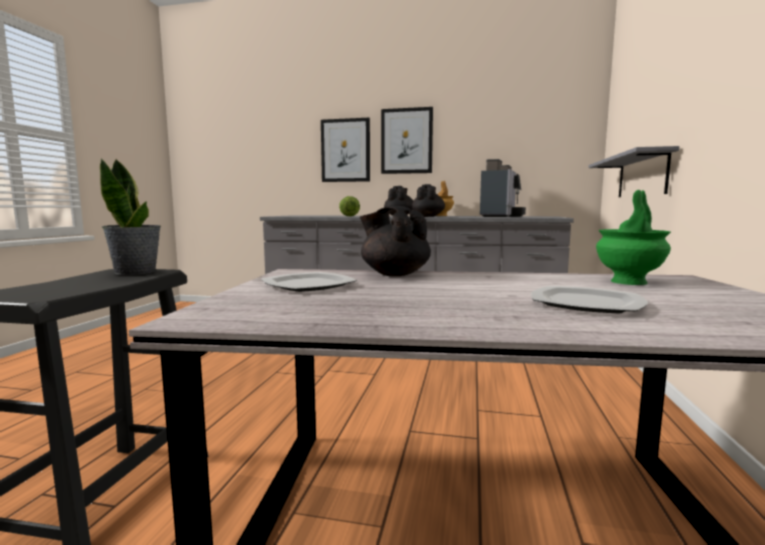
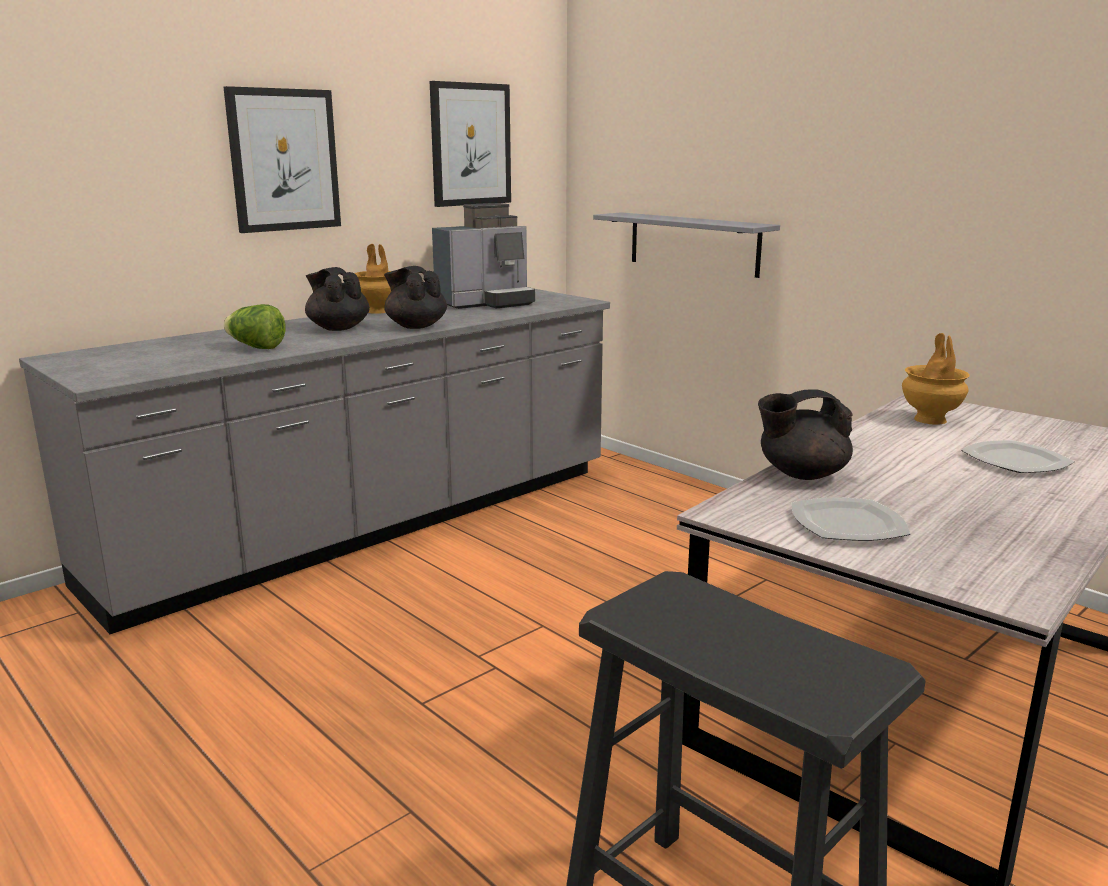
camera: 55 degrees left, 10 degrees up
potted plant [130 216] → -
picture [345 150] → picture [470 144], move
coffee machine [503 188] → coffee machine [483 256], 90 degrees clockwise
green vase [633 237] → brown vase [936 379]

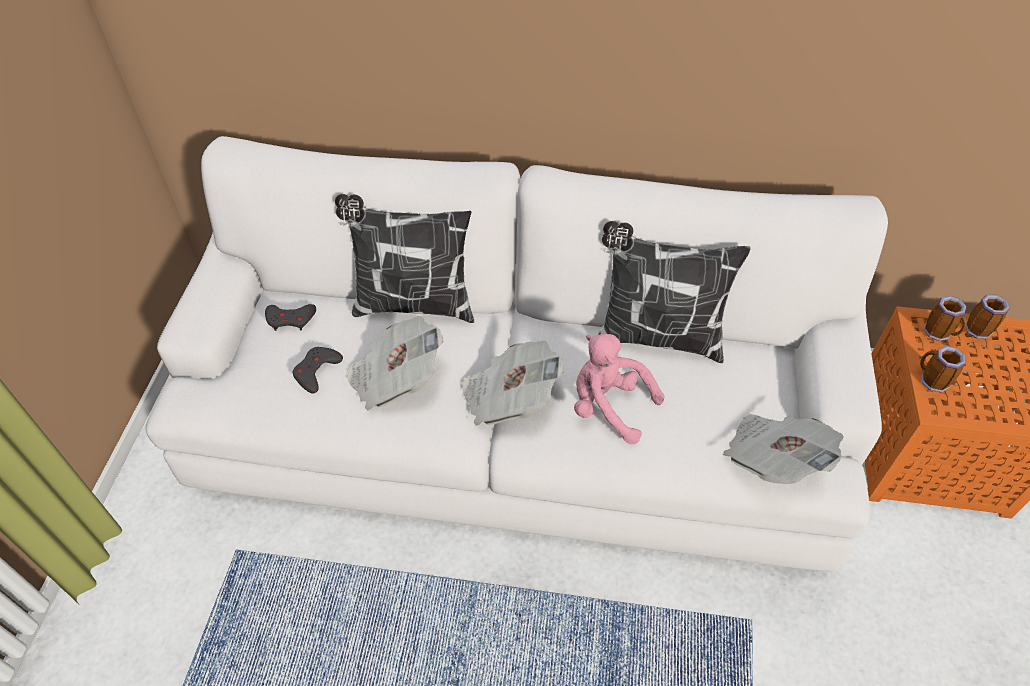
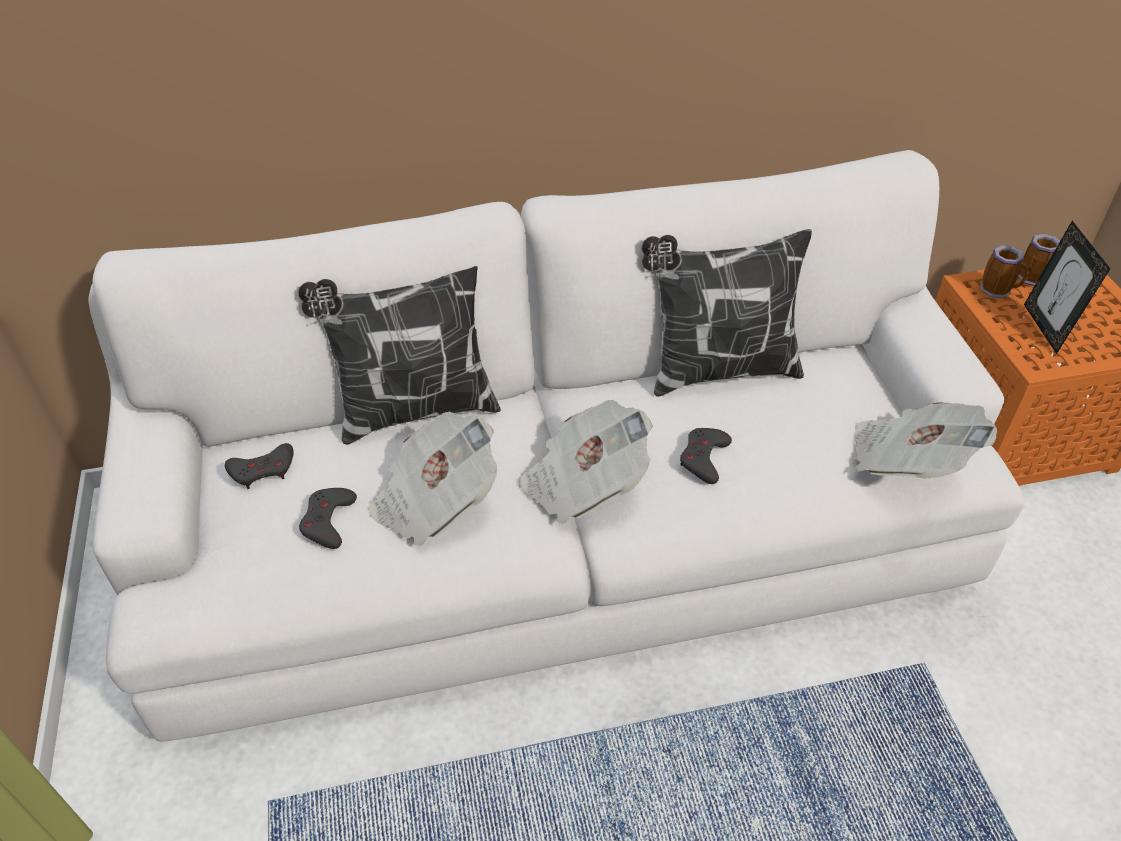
camera: 20 degrees left, 5 degrees down
pink plush toy [619 389] → grey game controller [706 456]
mug [943 369] → -
- → picture frame [1067 287]

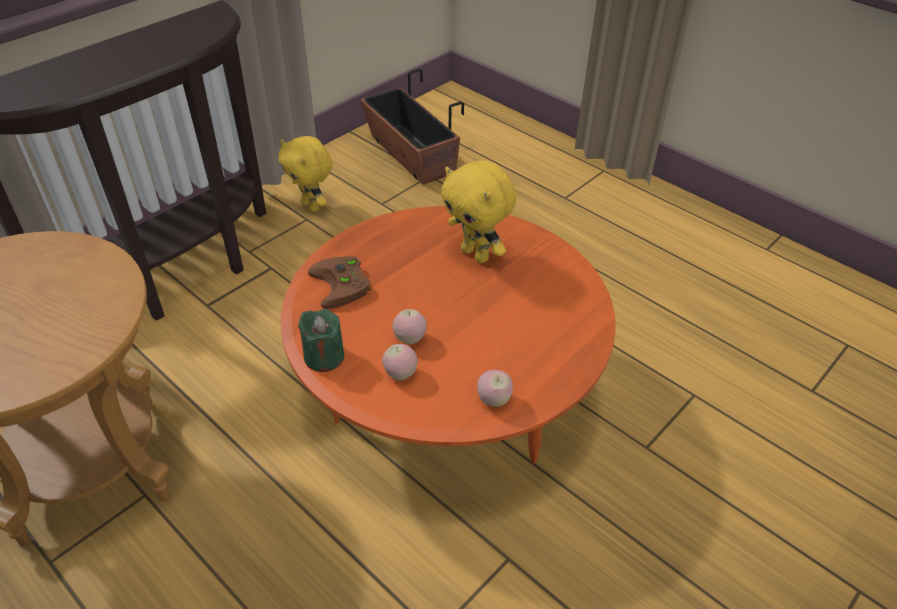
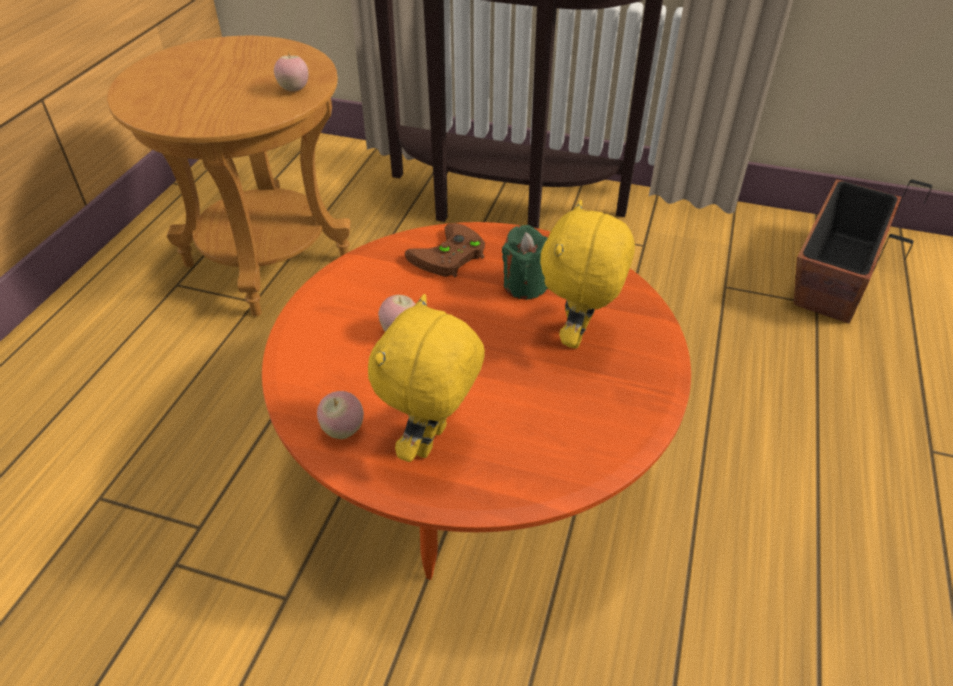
camera: 65 degrees right, 0 degrees up
yellow plush toy [305 174] → yellow plush toy [426 378], move
green candle [321 340] → green candle [525 262], move
apple [400 362] → apple [291 73], move

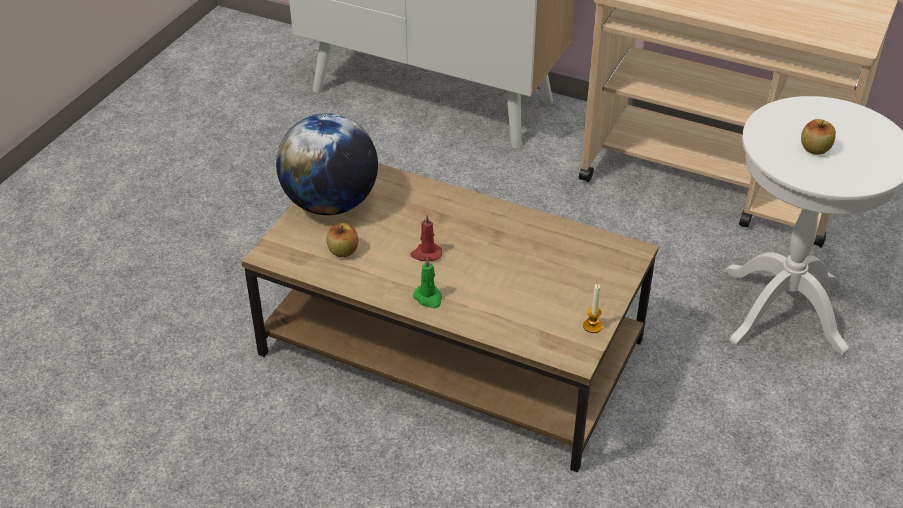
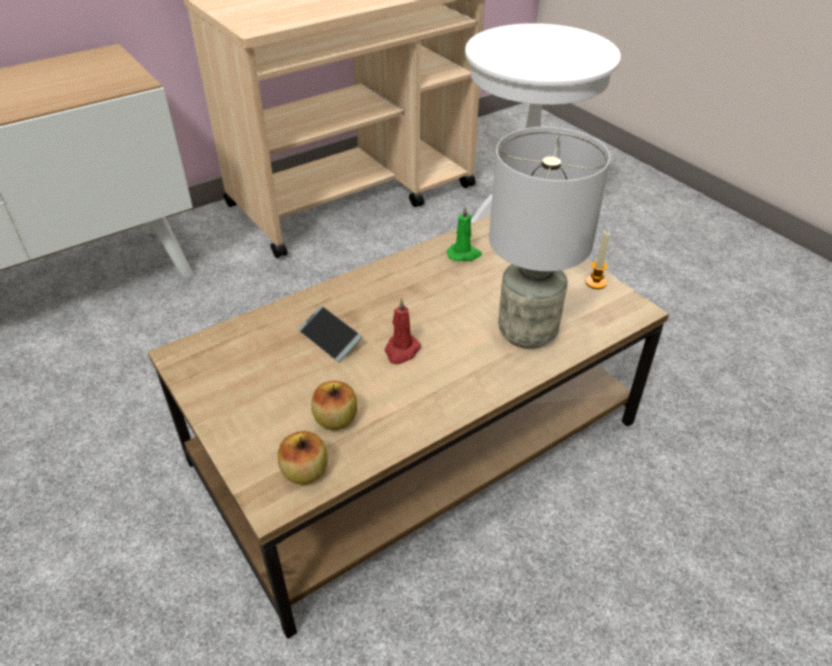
camera: 60 degrees left, 0 degrees up
globe [327 164] → -
green candle [427 283] → green candle [464 233], move
apple [818 137] → apple [303 458], move
- → phone [330 334]
- → grey table lamp [549 238]

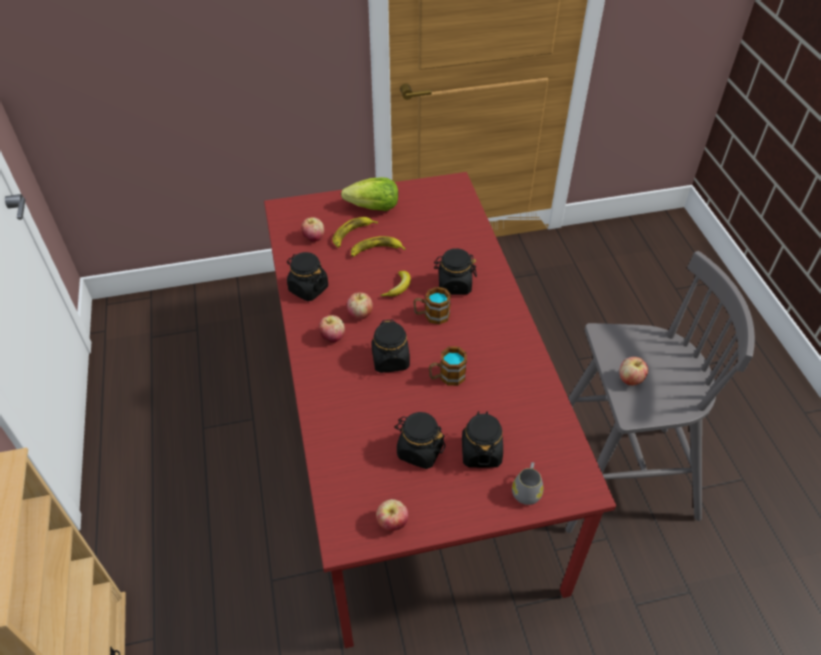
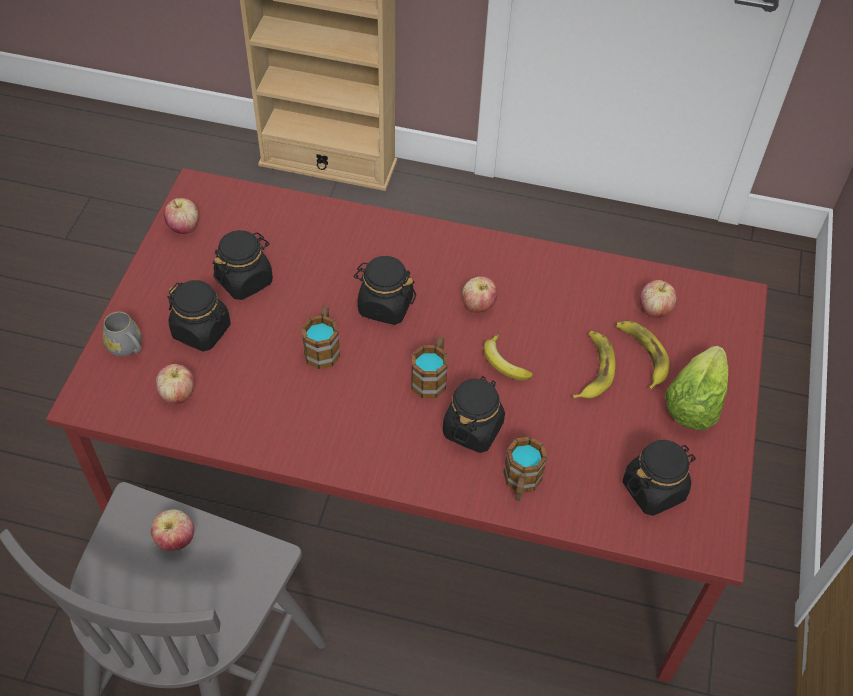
camera: 115 degrees right, 5 degrees up
black jar [307 276] → black jar [659 478], move
apple [332 329] → apple [175 384], move
- → mug [525 469]

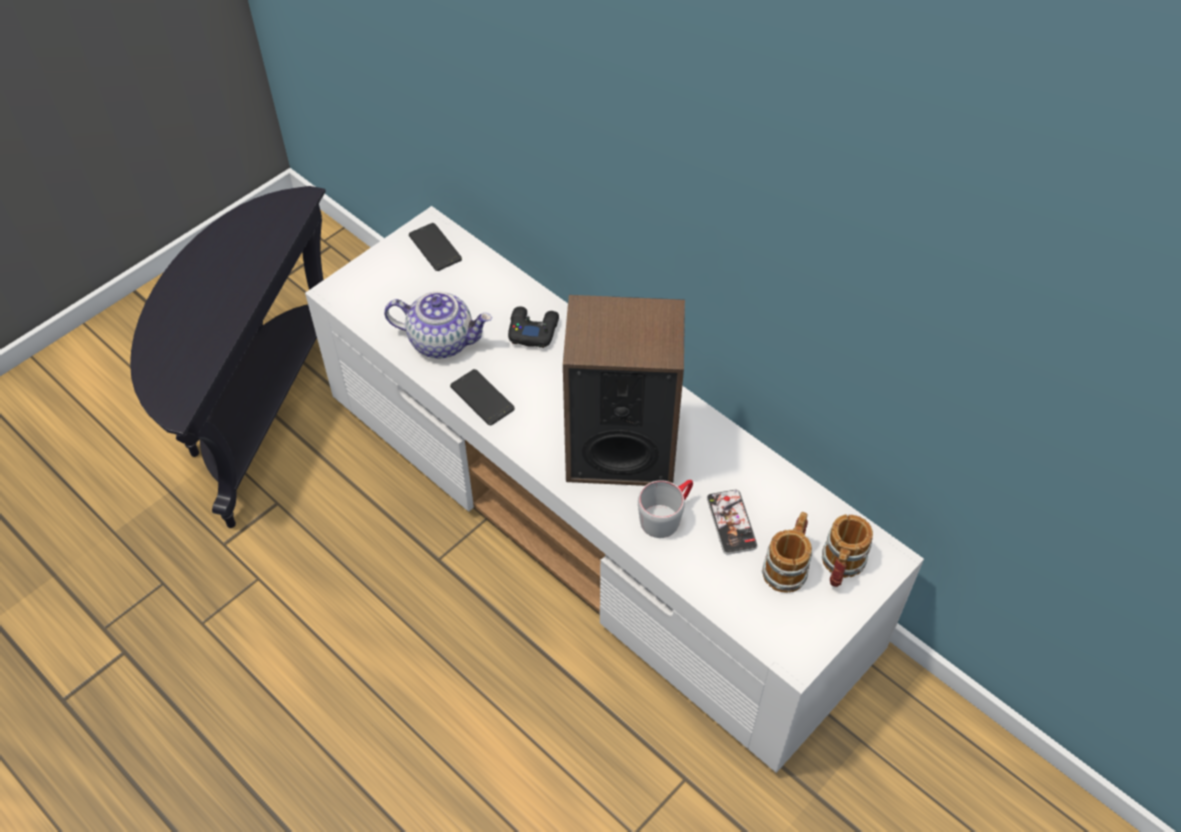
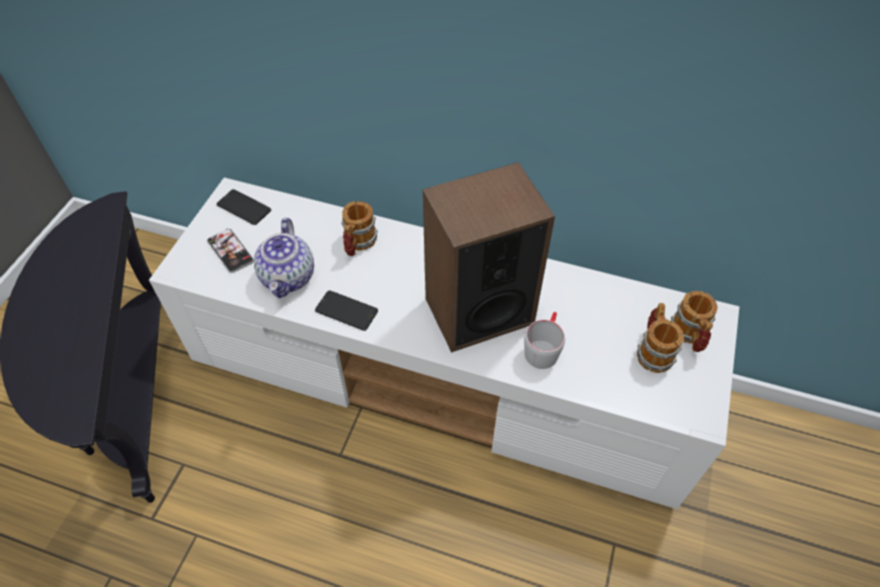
camera: 25 degrees left, 0 degrees up
teapot [438 324] → teapot [284 258], 105 degrees clockwise
black game controller [533 327] → mug [359 228]
phone [732 522] → phone [230 251], move

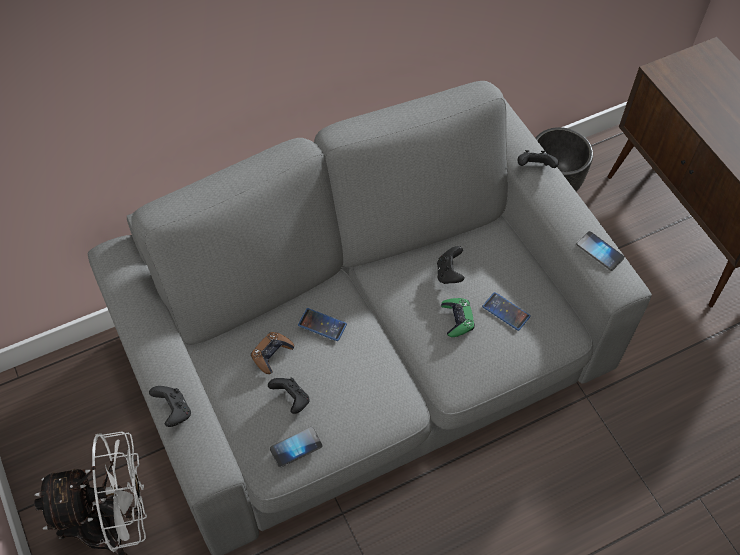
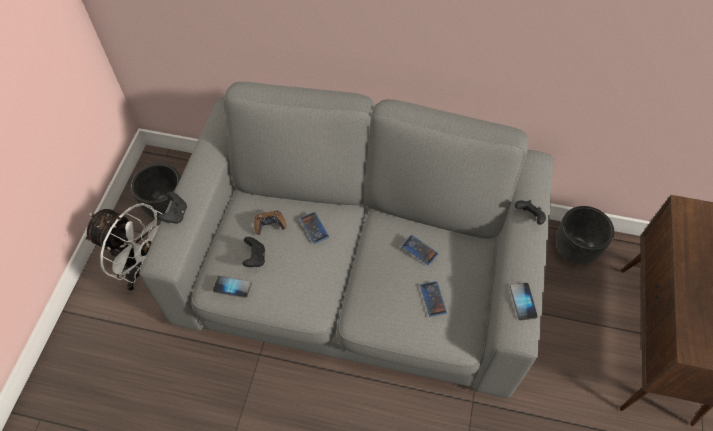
camera: 40 degrees right, 0 degrees up
black game controller [451 265] → phone [419 250]
green game controller [458 317] → -
- → black planter [156 191]

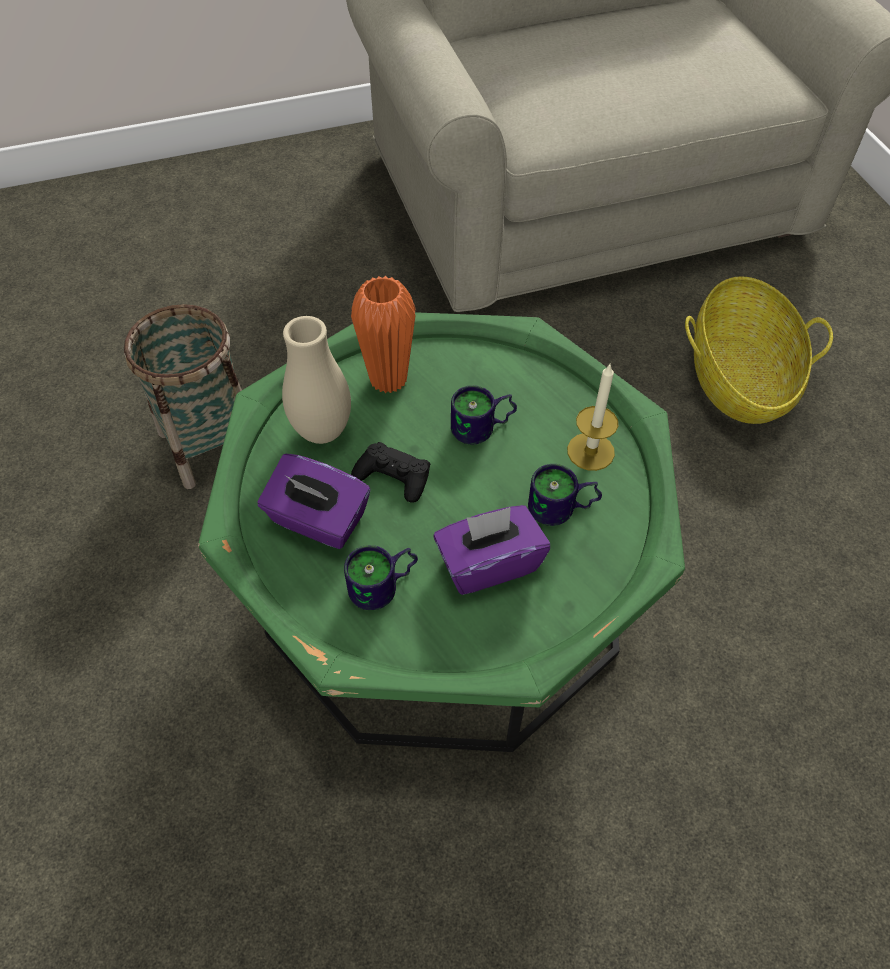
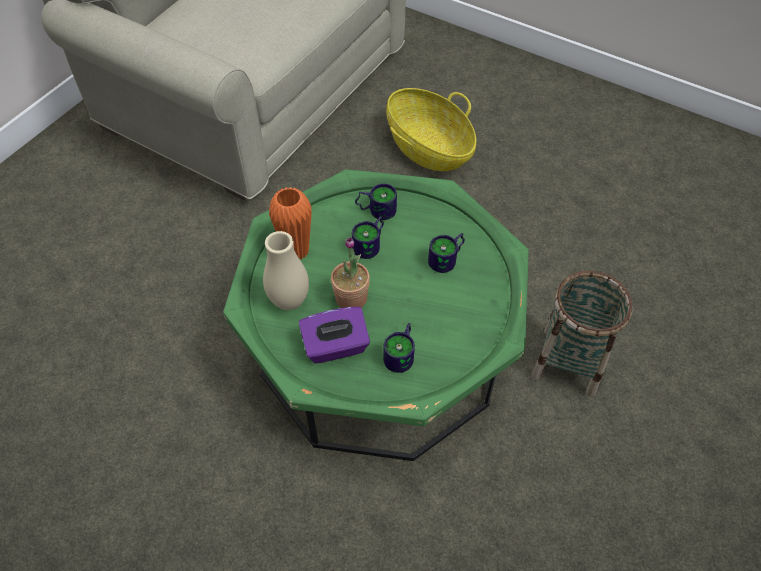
camera: 40 degrees left, 0 degrees up
basket [183 396] → basket [582 334], move
black game controller [390 472] → potted plant [350 272]
purple tissue box [492 550] → -
candle [592 417] → -
- → mug [376 202]

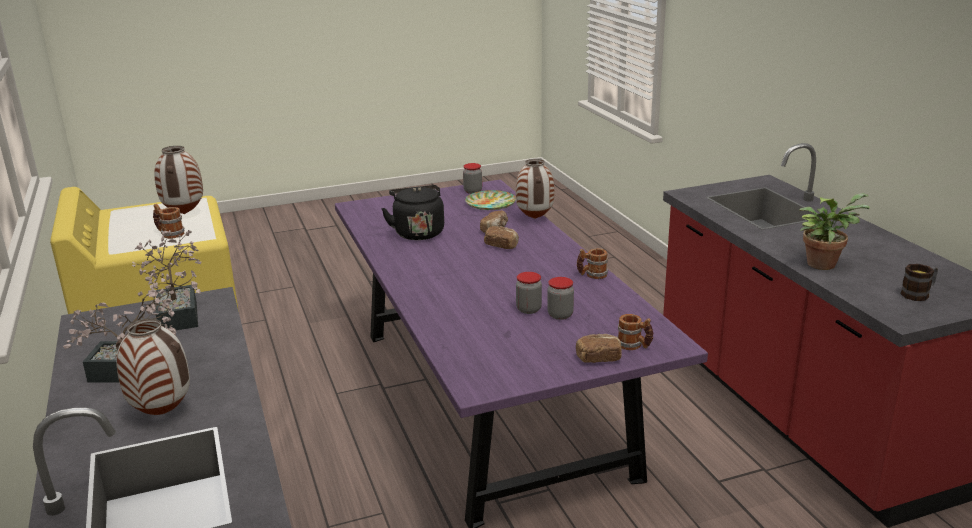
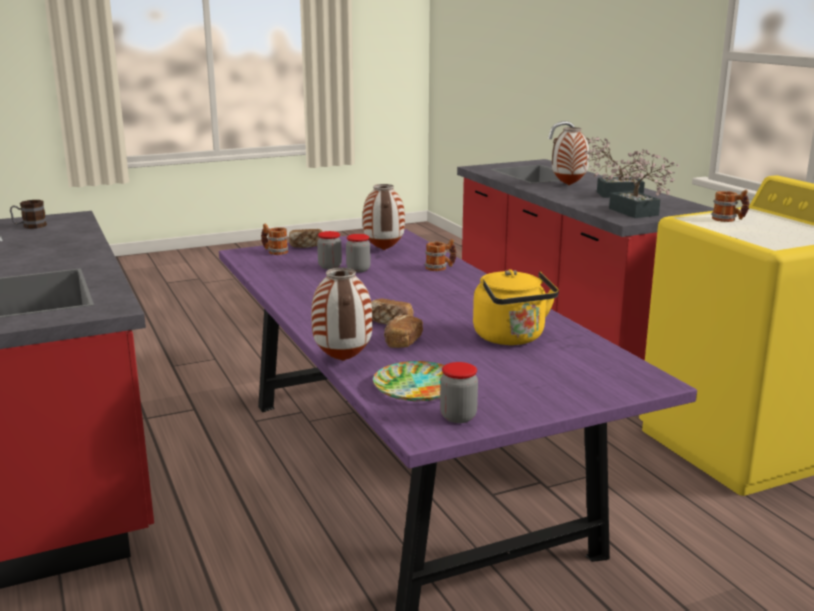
camera: 175 degrees right, 5 degrees down
vase [178 180] → vase [384 217], move
black kettle [412 212] → yellow kettle [516 307]
mug [592 263] → mug [441 255], move
potted plant [834 231] → -

